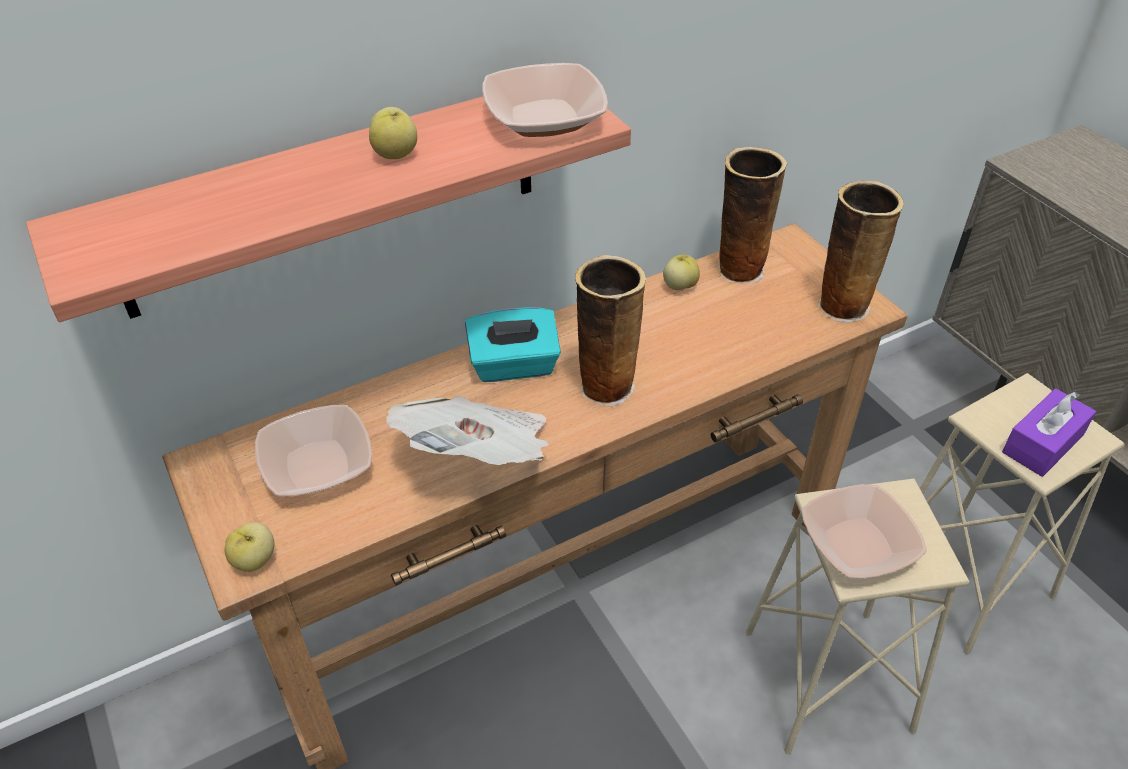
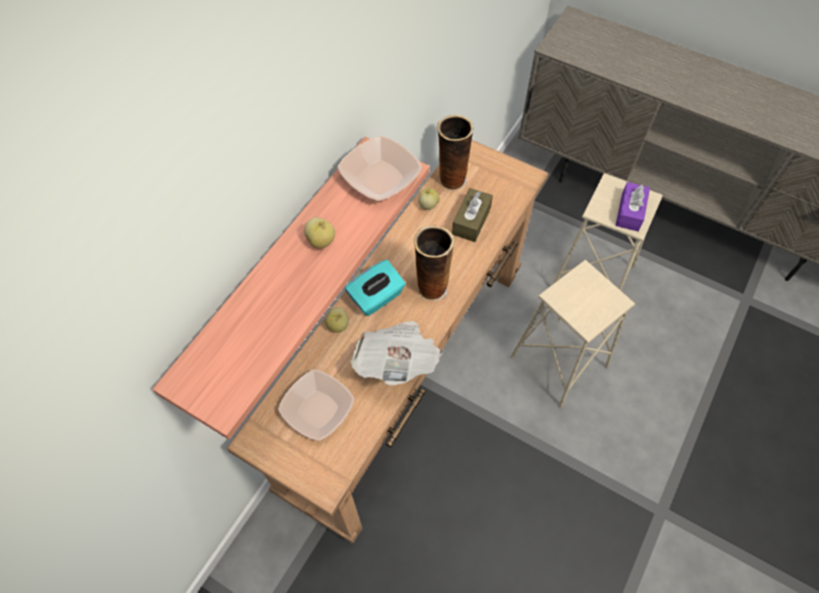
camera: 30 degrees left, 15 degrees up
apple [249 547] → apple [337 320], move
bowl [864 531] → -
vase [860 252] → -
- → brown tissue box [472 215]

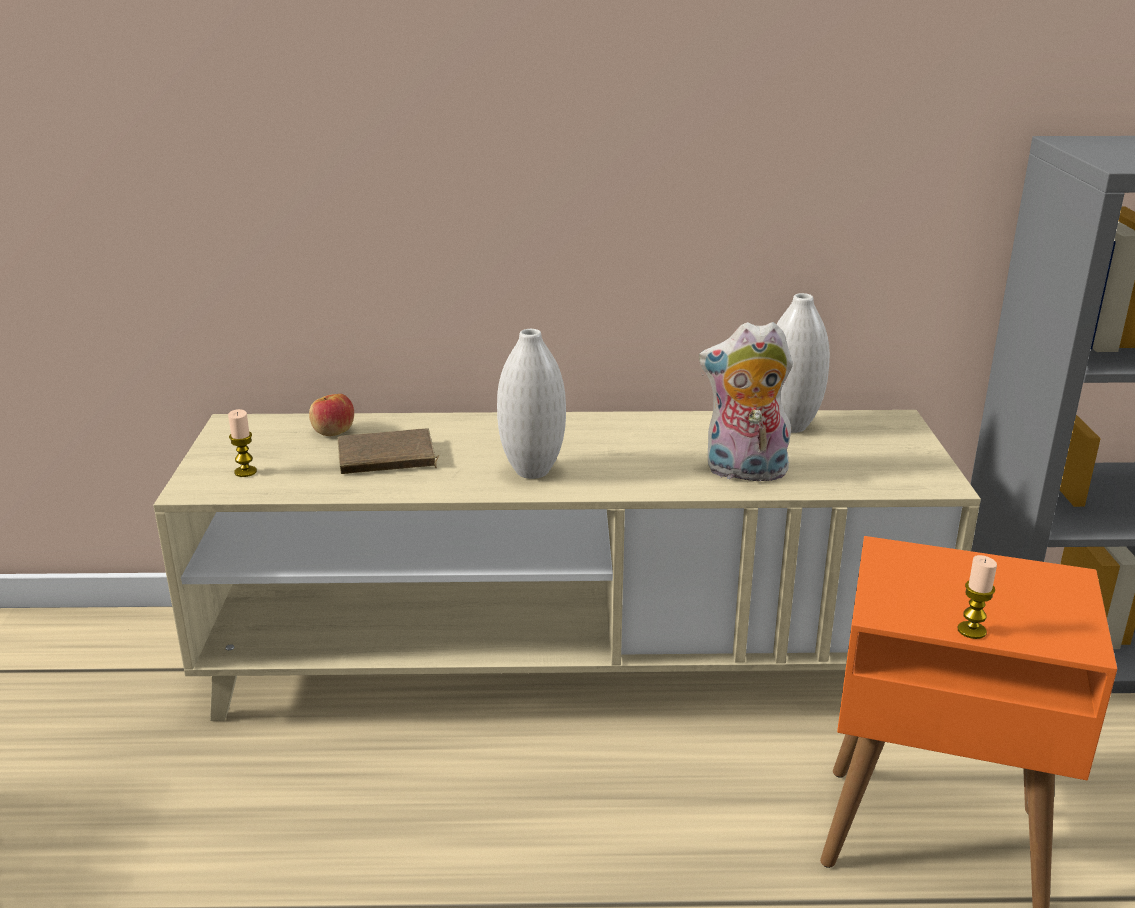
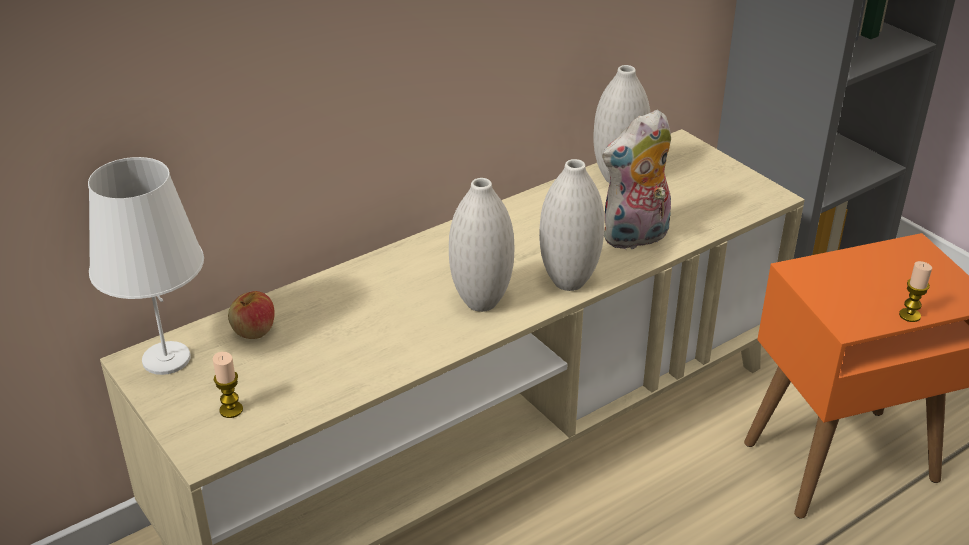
camera: 35 degrees left, 10 degrees up
brown book [388 451] → -
- → white table lamp [146 266]
- → white vase [571 225]

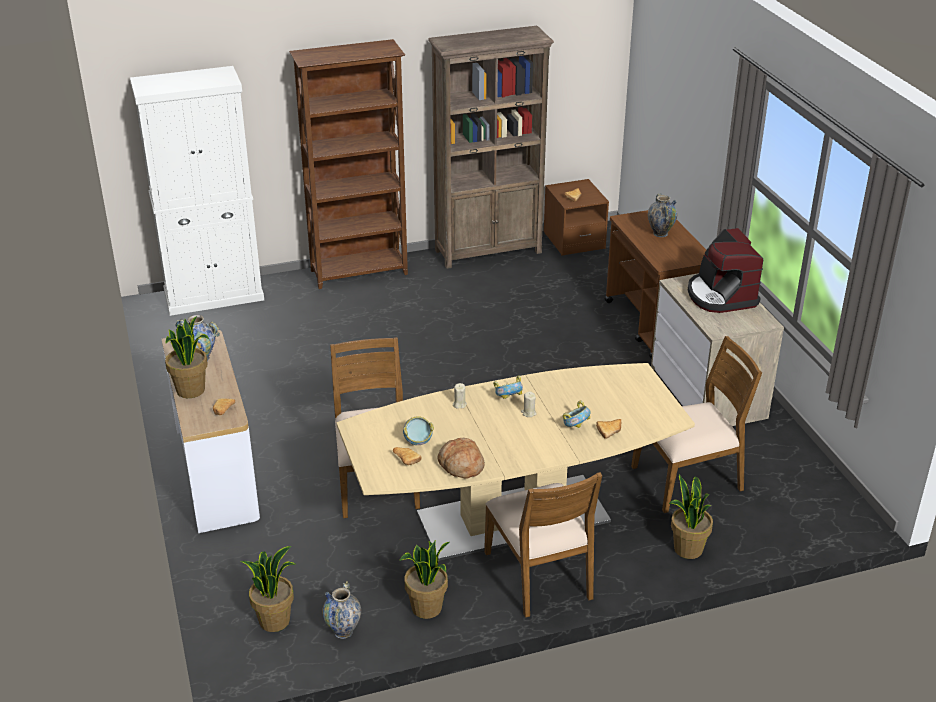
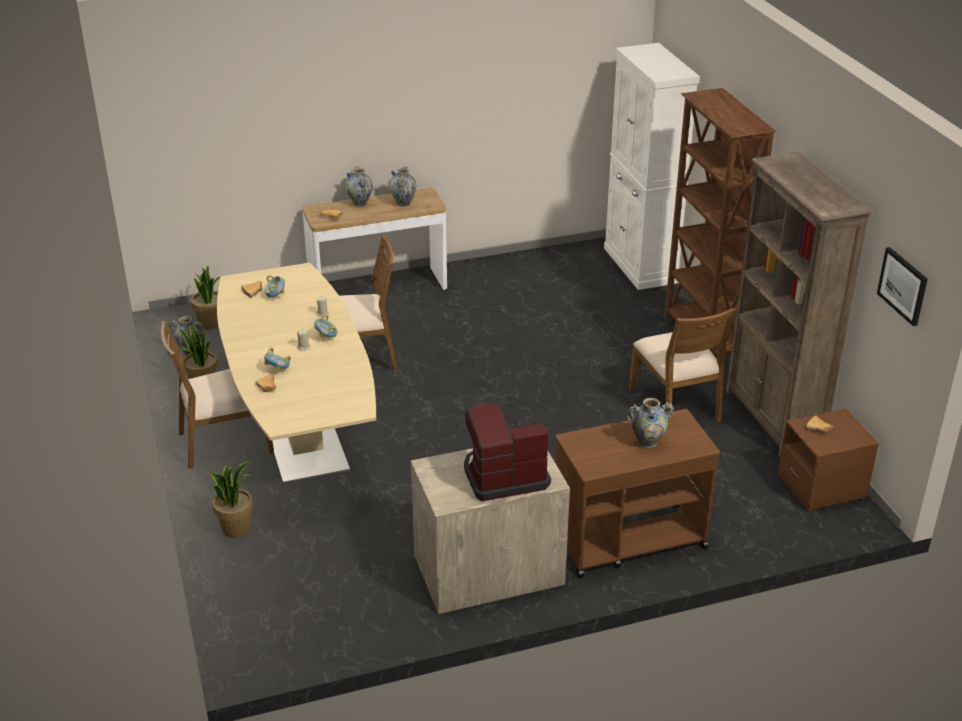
camera: 90 degrees right, 0 degrees up
potted plant [187 357] → vase [359 186]
bread [461 458] → -
brown chair [696 424] → brown chair [682 365], move
- → picture [902 286]

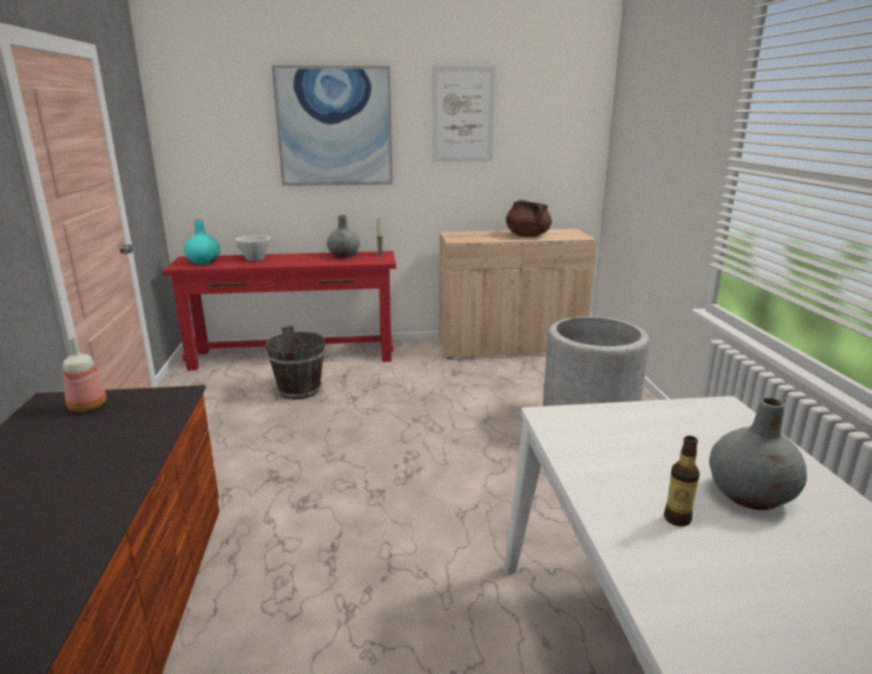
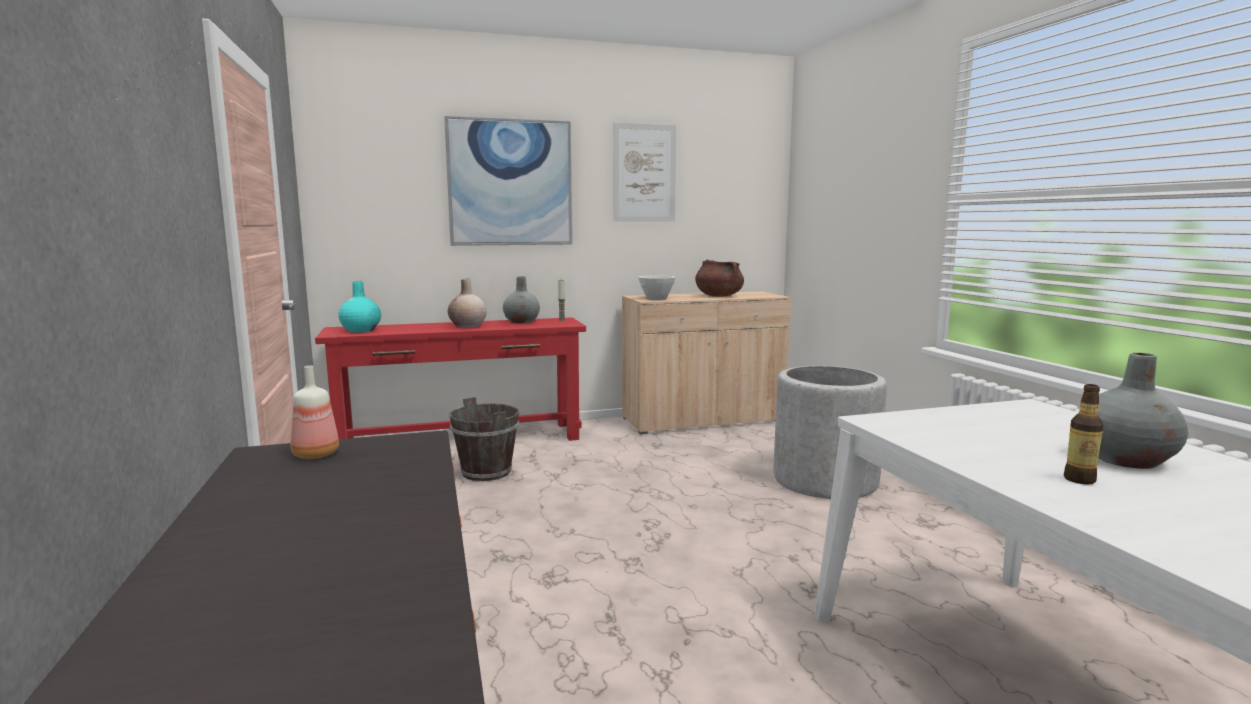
camera: 10 degrees left, 10 degrees down
white bowl [253 248] → white bowl [657 288], move
- → beige vase [467 303]

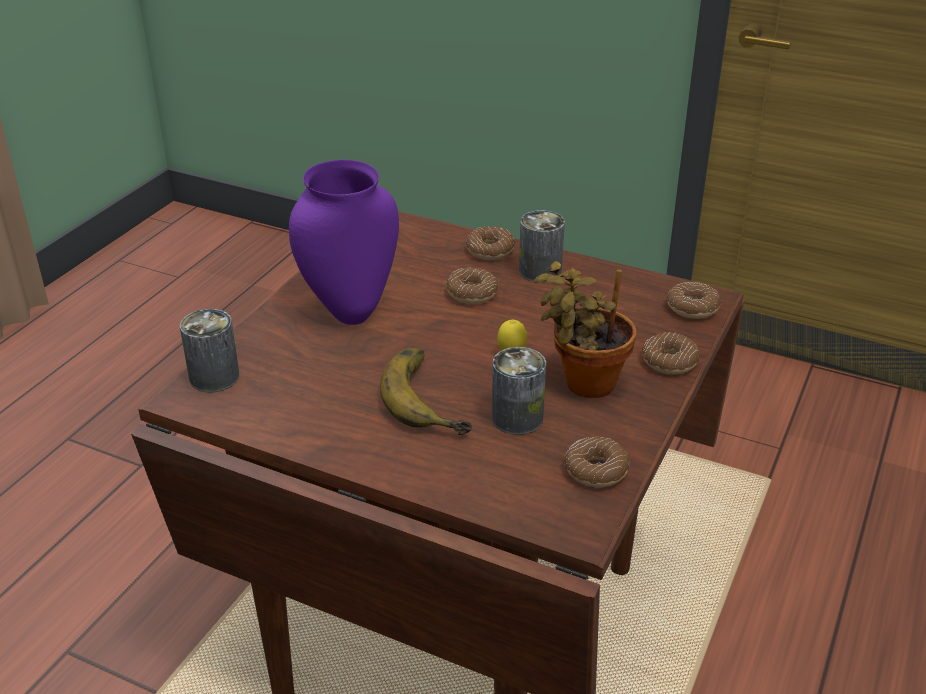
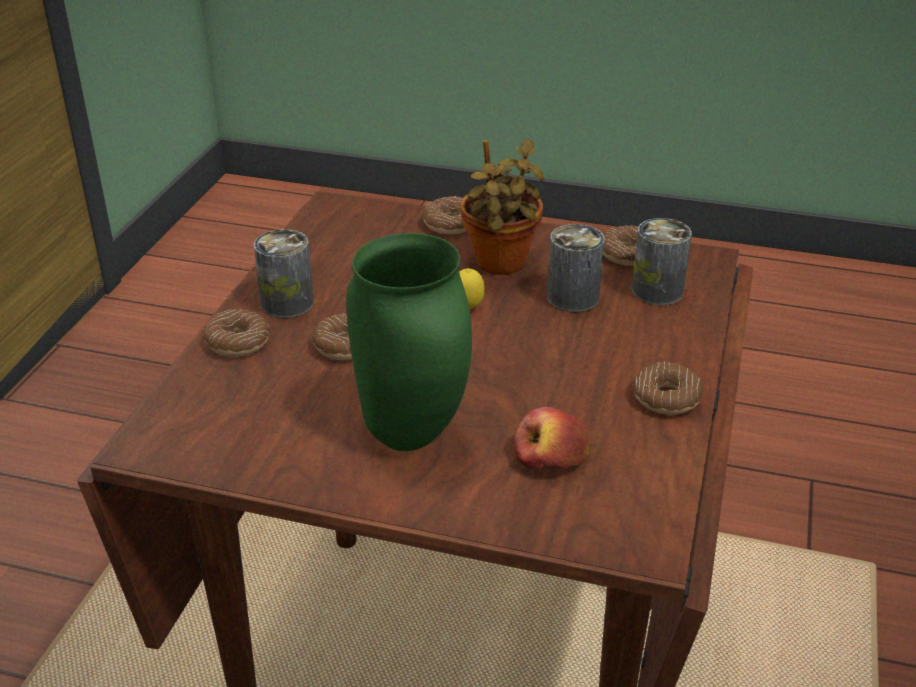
camera: 100 degrees left, 0 degrees up
can [209 350] → can [661 261], move
purple vase [344 242] → green vase [409 342]
banana [426 391] → -
donut [693 300] → donut [668 388], move
- → apple [553 438]

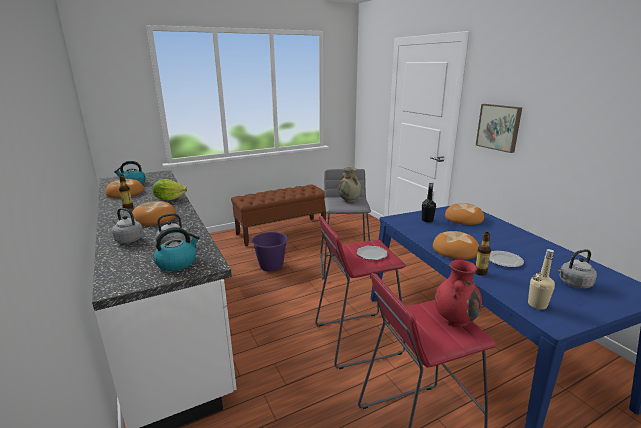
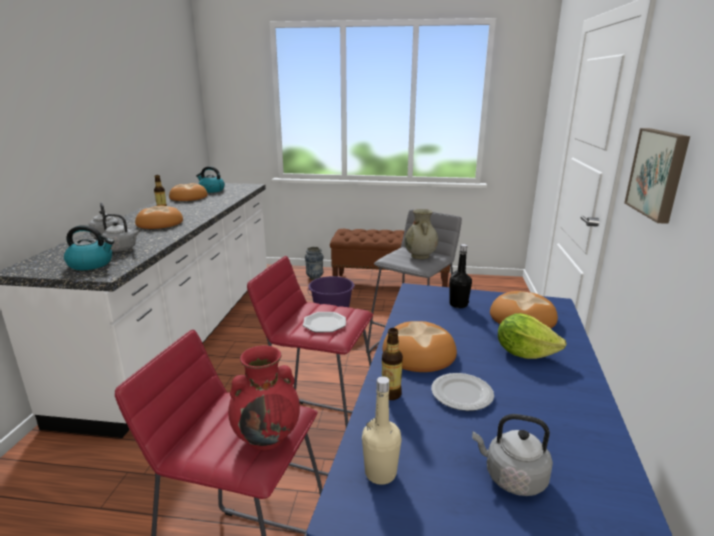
camera: 35 degrees right, 0 degrees up
lettuce [170 189] → lettuce [532 336], move
- → vase [314 263]

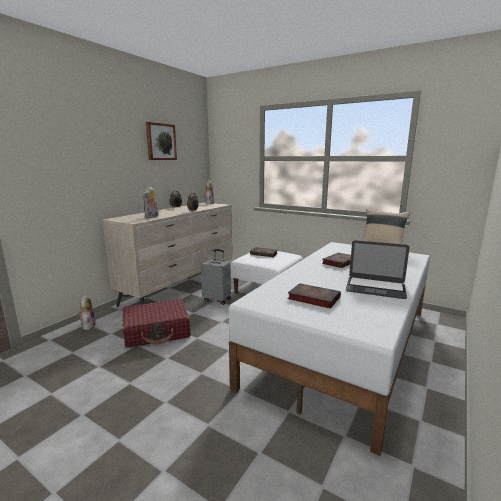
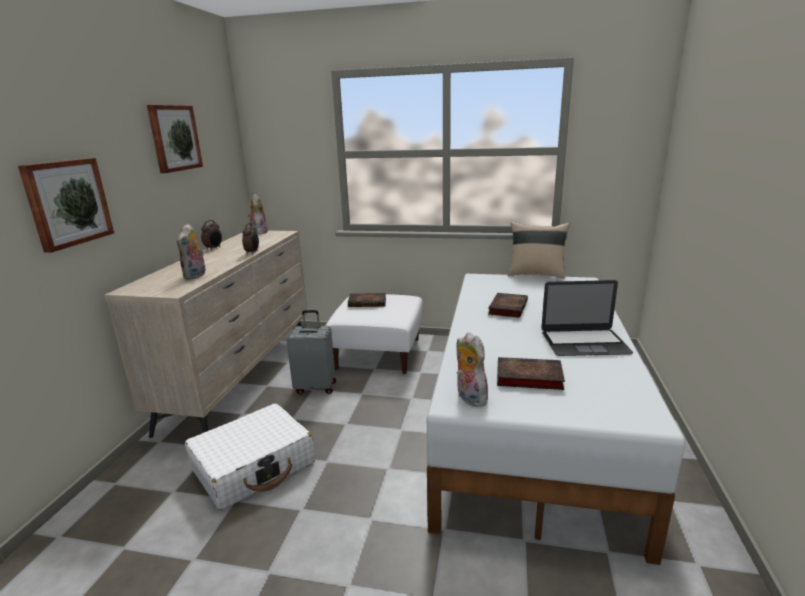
camera: 20 degrees left, 5 degrees up
plush toy [87 312] → plush toy [472 369], move
red suitcase [157 323] → white suitcase [250 456]
- → picture [66 205]

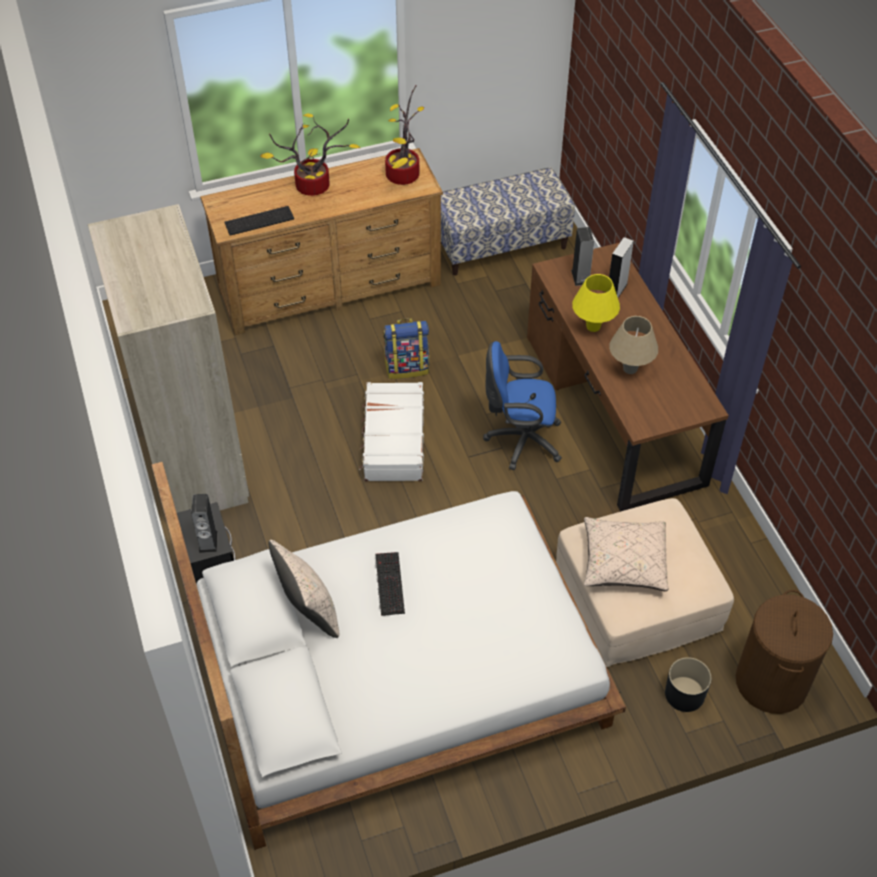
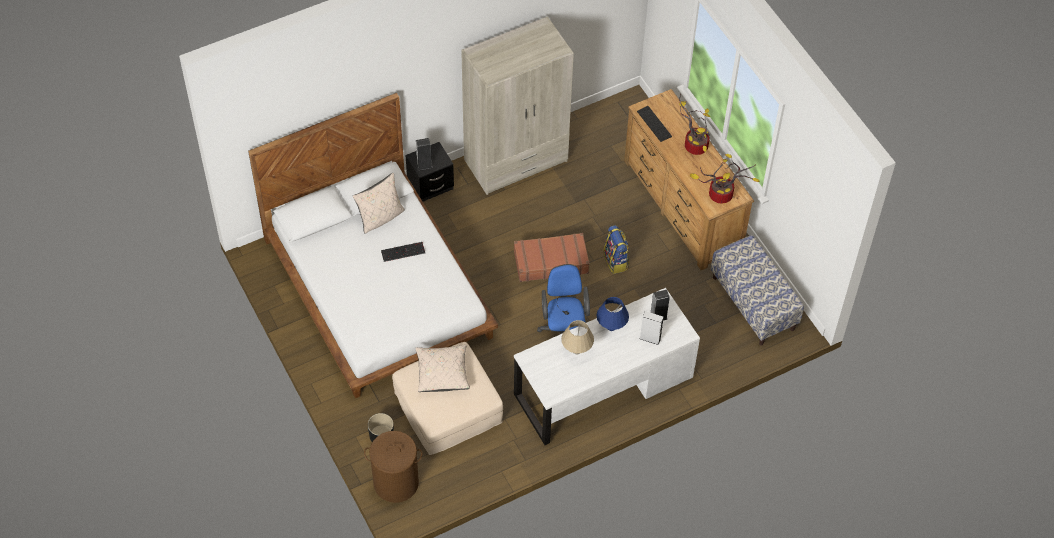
camera: 80 degrees right, 5 degrees up
white suitcase [391 431] → brown suitcase [552 257]
brown desk [628 377] → white desk [607 366]
yellow table lamp [596 303] → blue table lamp [612 314]

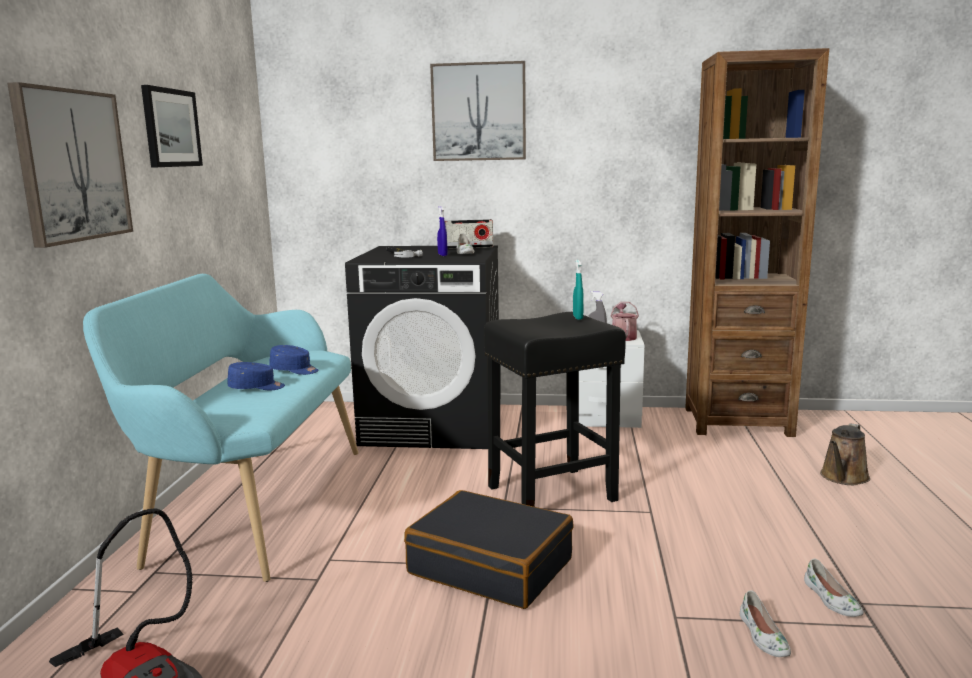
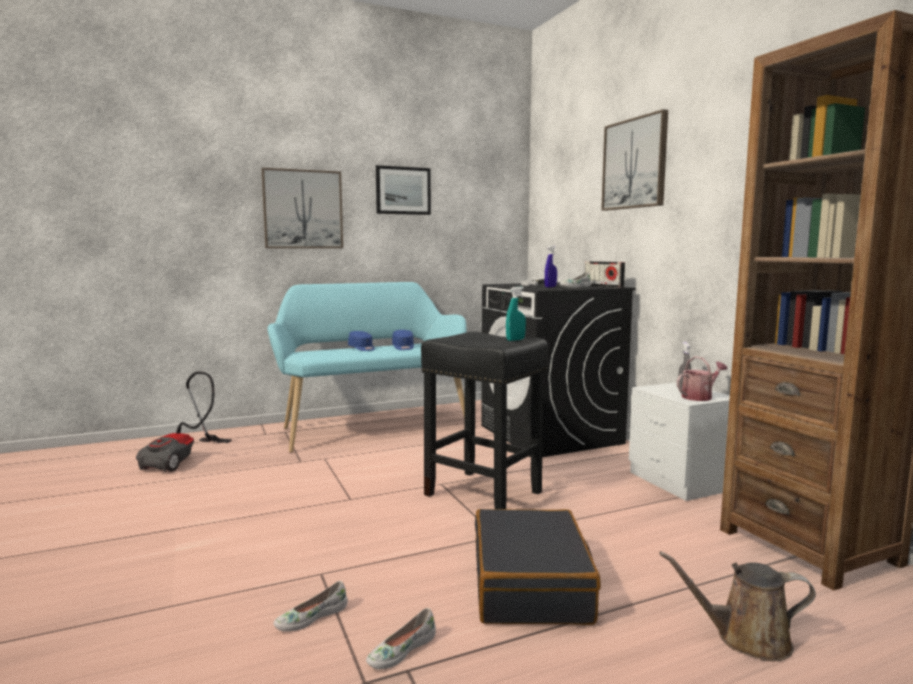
camera: 60 degrees right, 5 degrees down
black suitcase [489 549] → black suitcase [538 567], move

